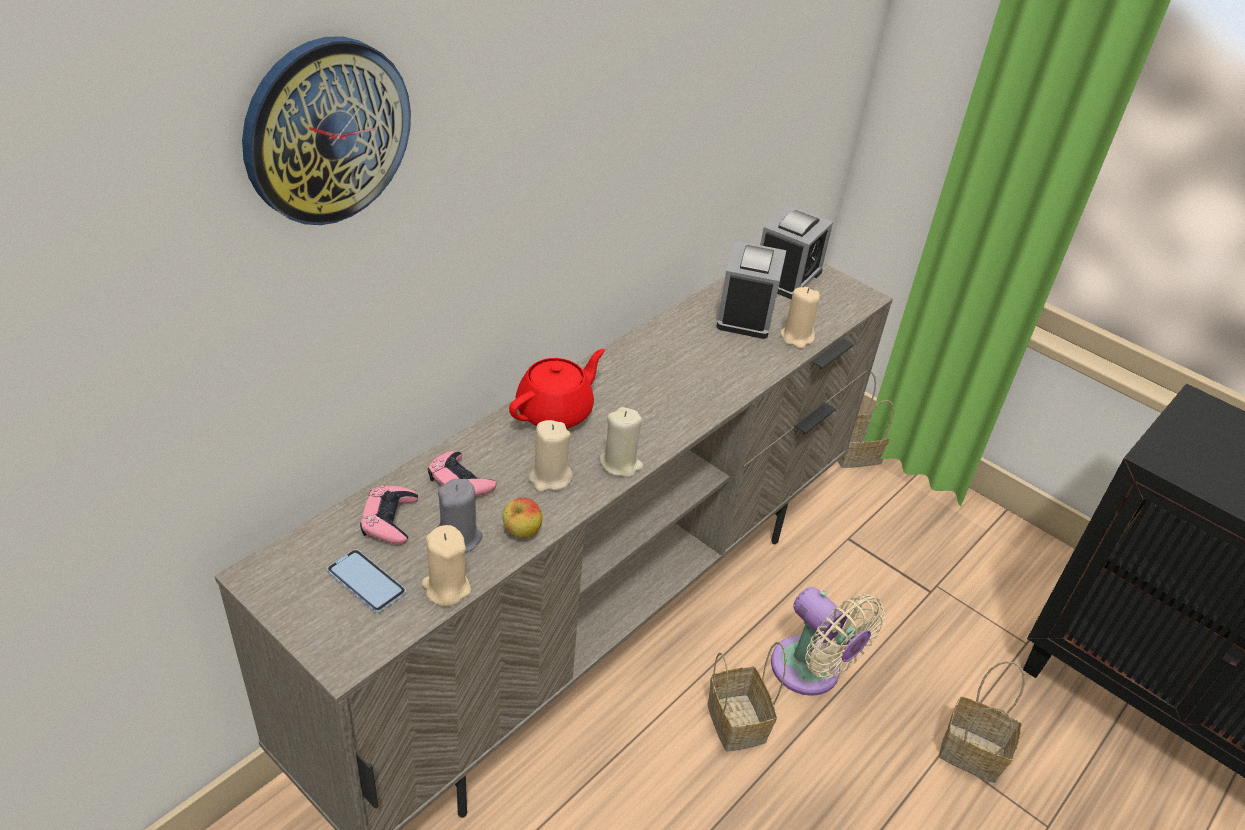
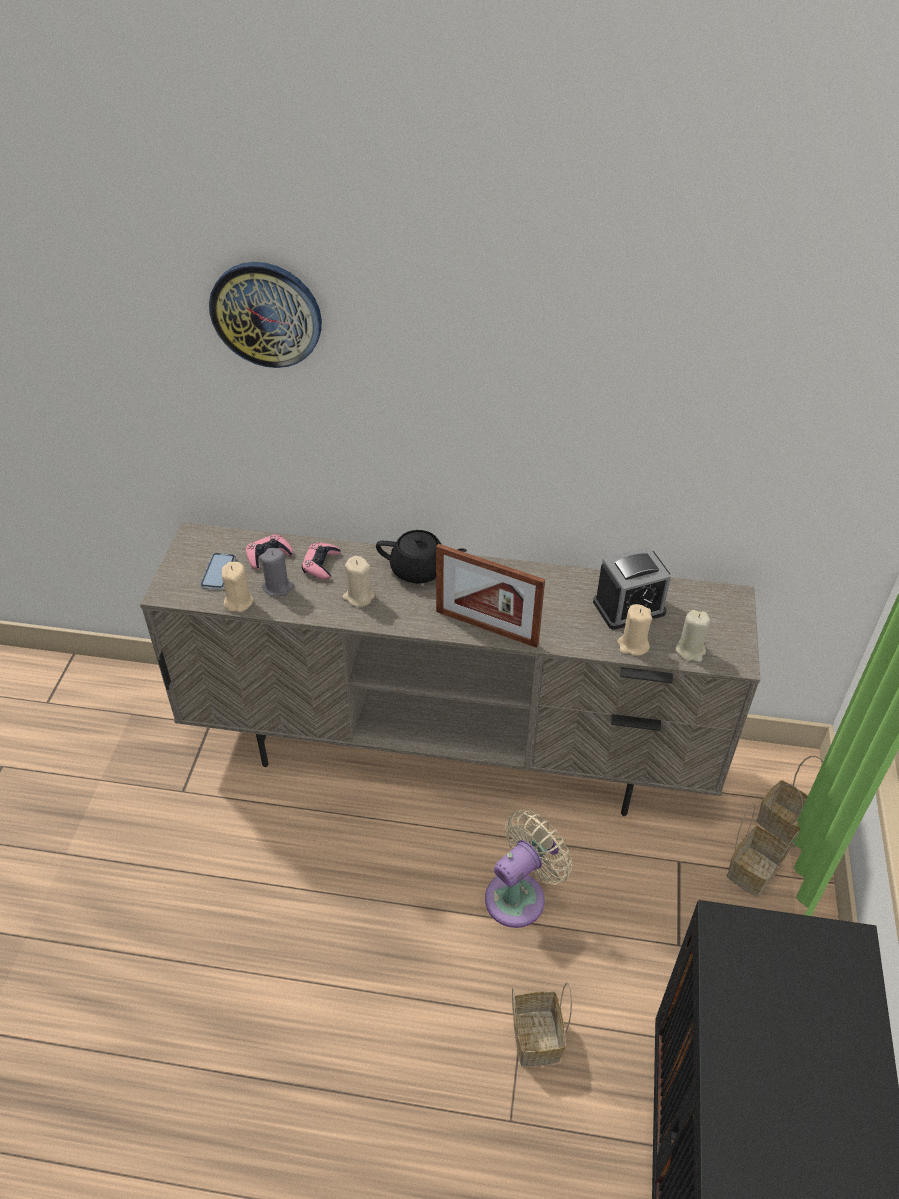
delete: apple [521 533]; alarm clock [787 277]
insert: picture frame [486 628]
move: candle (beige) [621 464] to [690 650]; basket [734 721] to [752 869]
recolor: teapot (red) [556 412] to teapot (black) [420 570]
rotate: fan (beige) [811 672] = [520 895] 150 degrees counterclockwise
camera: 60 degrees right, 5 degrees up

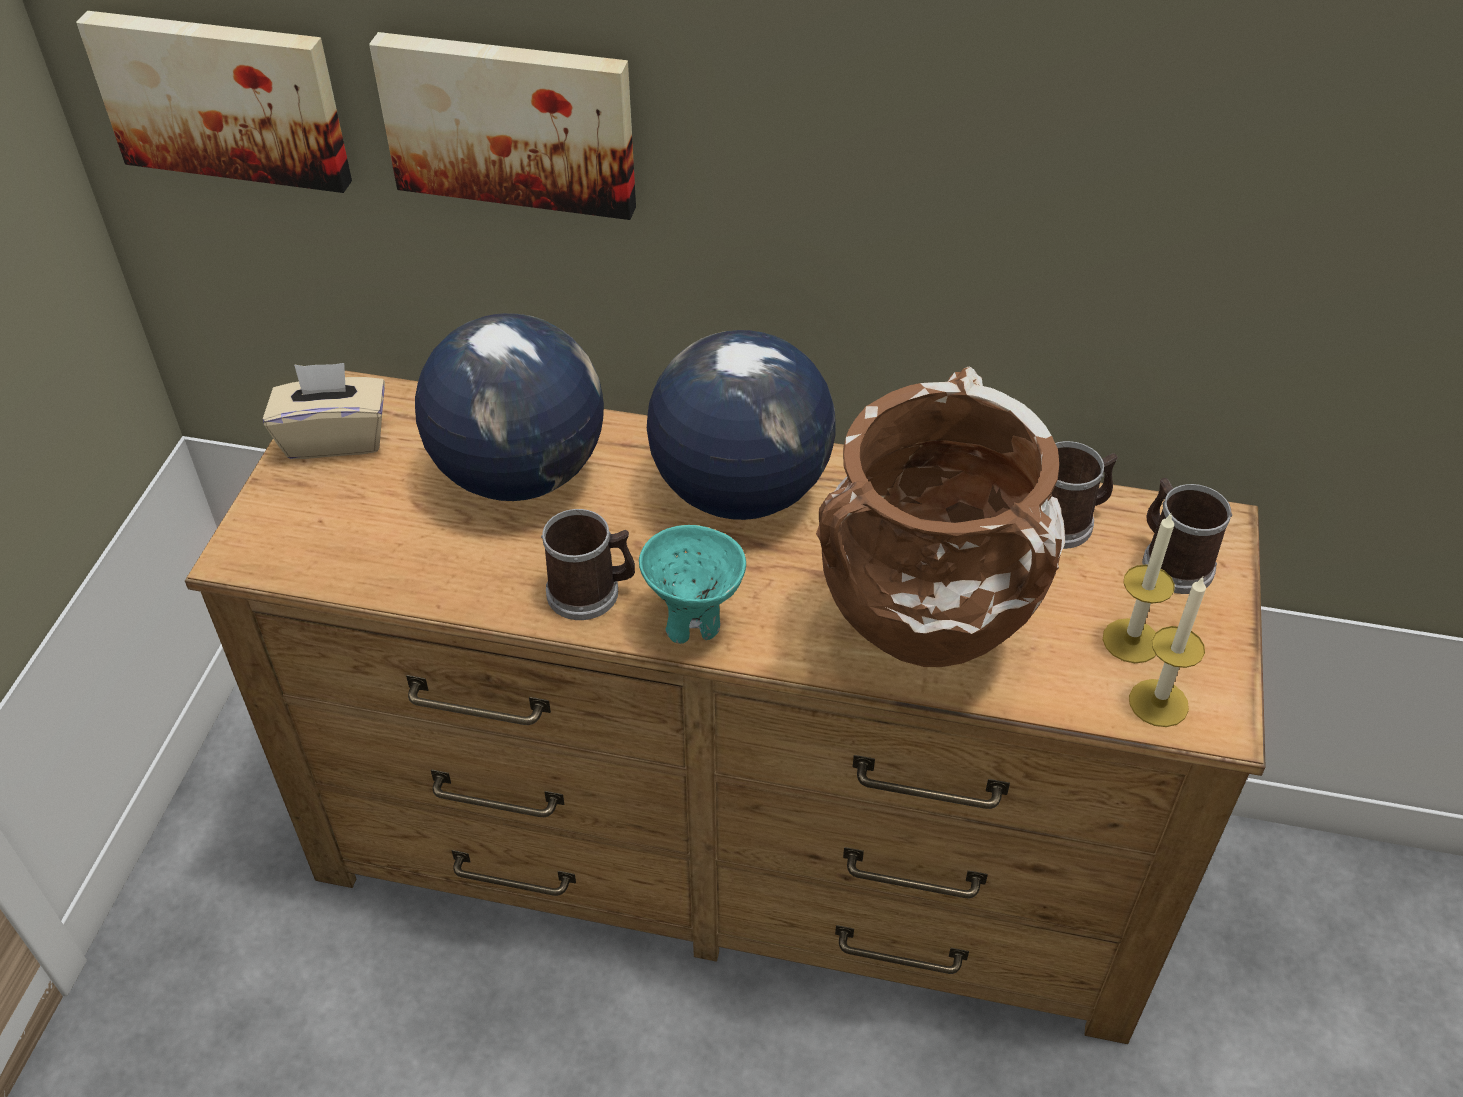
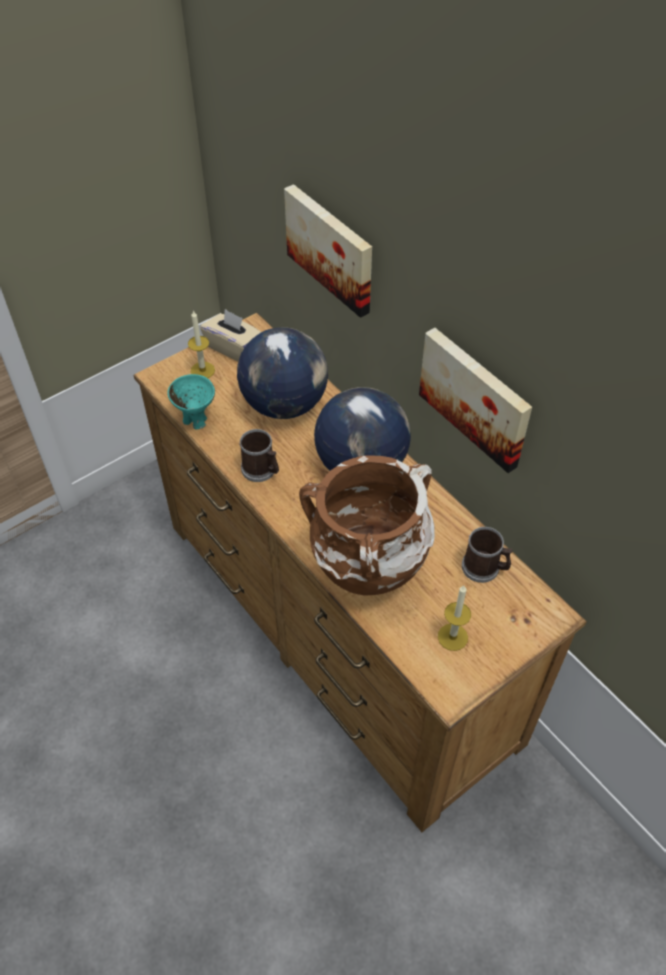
delete: mug [1172 561]
move: picture [223 97] to [476 397]; bowl (turquoise) [693 626] to [195 421]; candle [1158 703] to [202 370]
camera: 40 degrees right, 5 degrees up

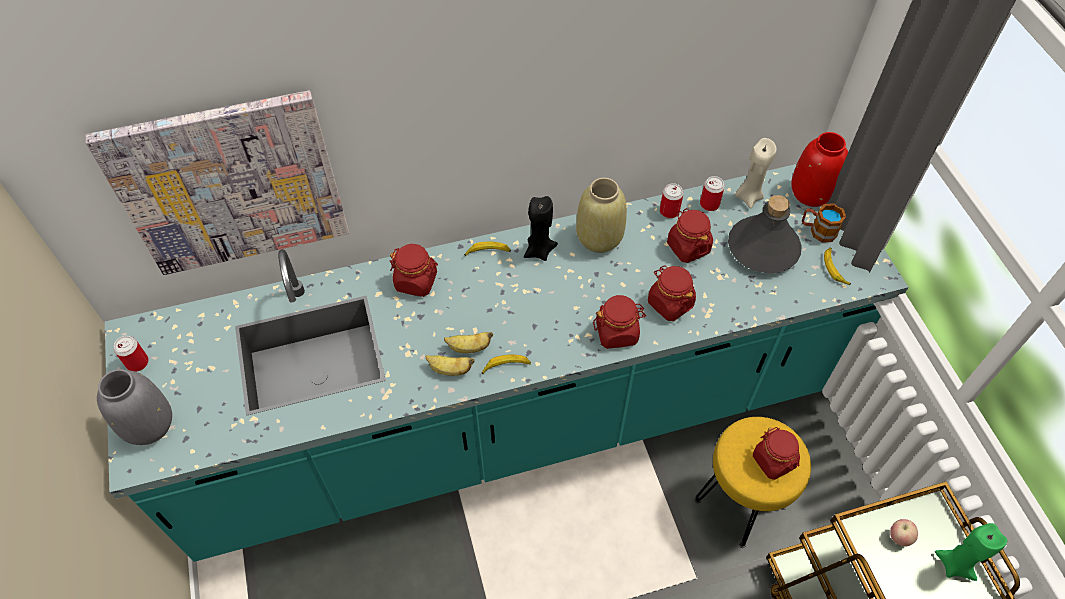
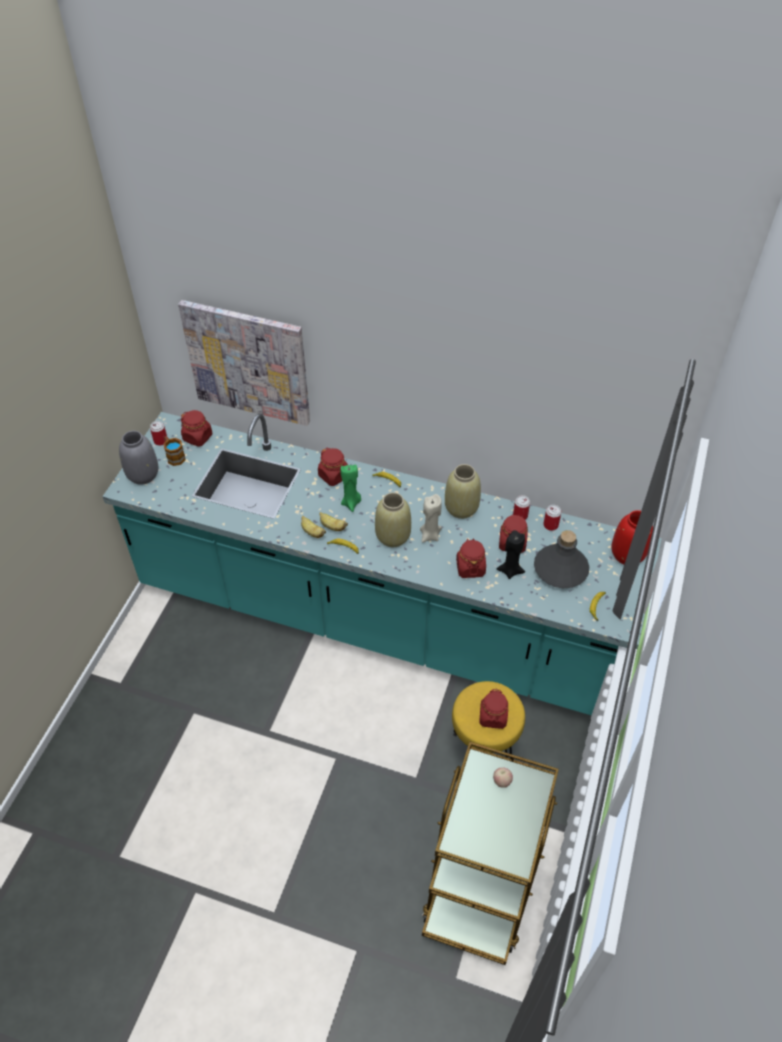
insert: vase (beige) [393 536]
move: candle (black) [539 251] to [510 570]; jar (red) [617 332] to [198 437]; candle (beige) [748 196] to [430 535]; mug [818 230] to [174 456]; candle (green) [954 564] to [351 503]
camera: 35 degrees right, 5 degrees down

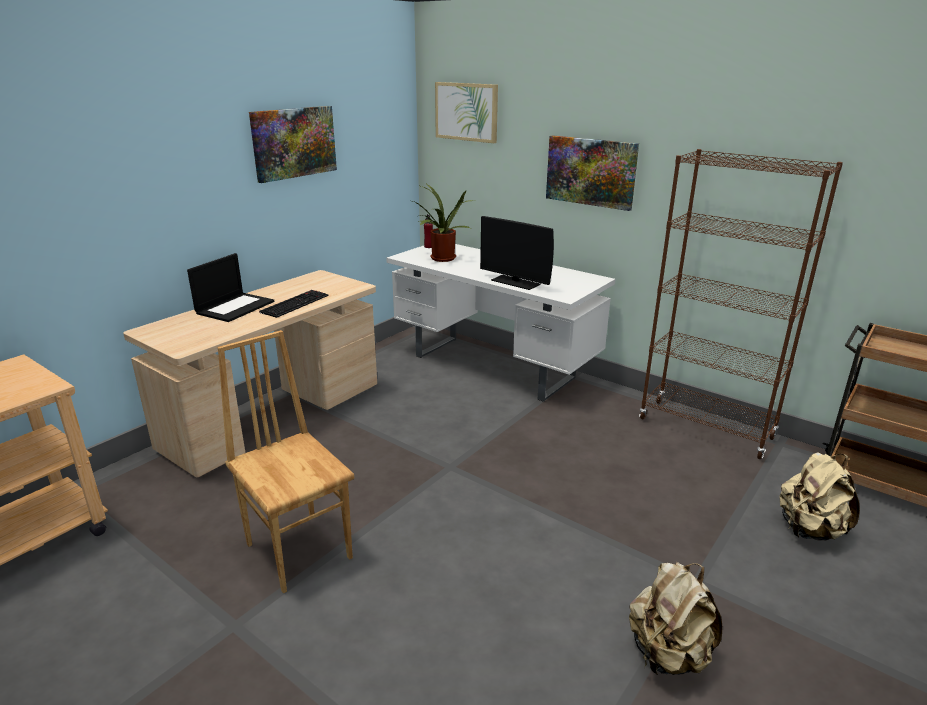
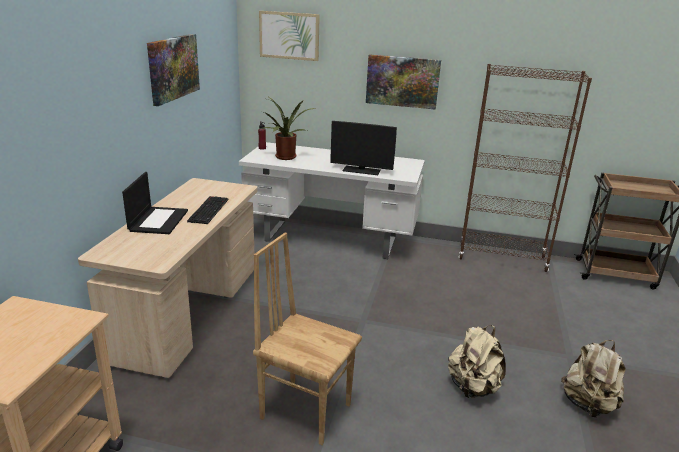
move: backpack (beige) [809 530] to [473 387]
camera: 25 degrees left, 0 degrees up

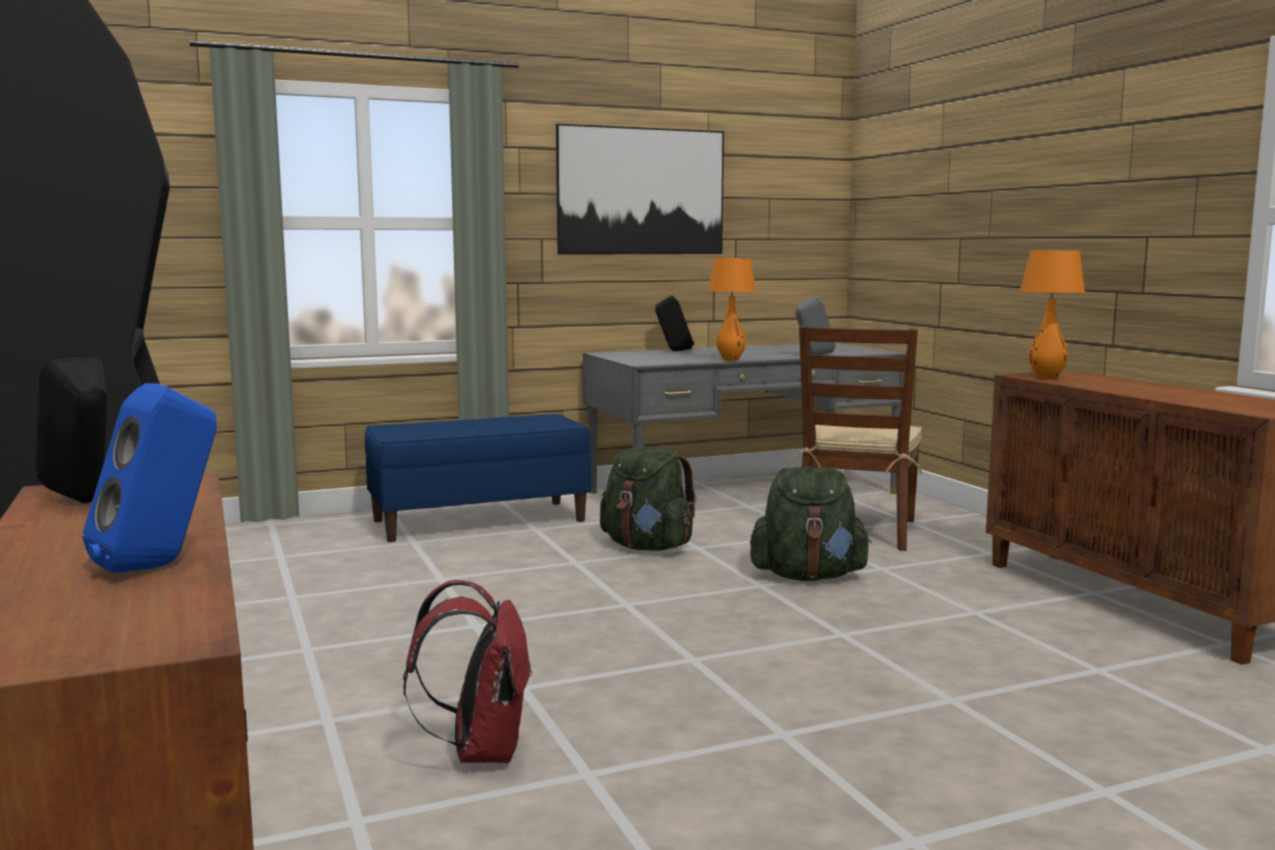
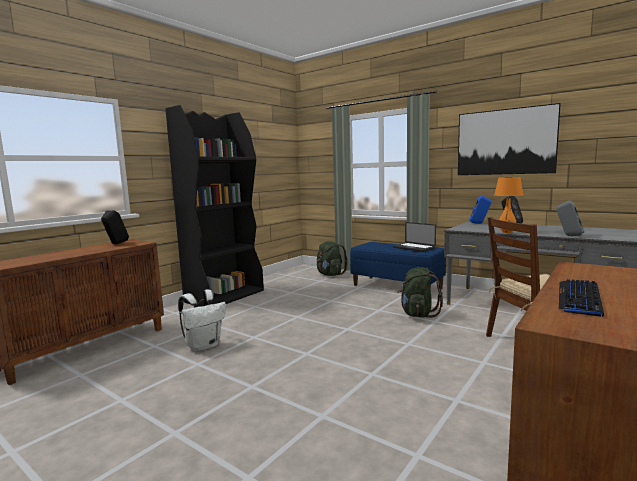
delete: table lamp (orange) [1046 378]
insert: laptop [413 248]; keyboard [579 298]
move: speaker (blue) [161 565] to [479 223]; backpack (green) [808 576] to [330 274]
recolor: backpack (red) [480 751] to backpack (white) [204 346]
camera: 60 degrees right, 0 degrees up

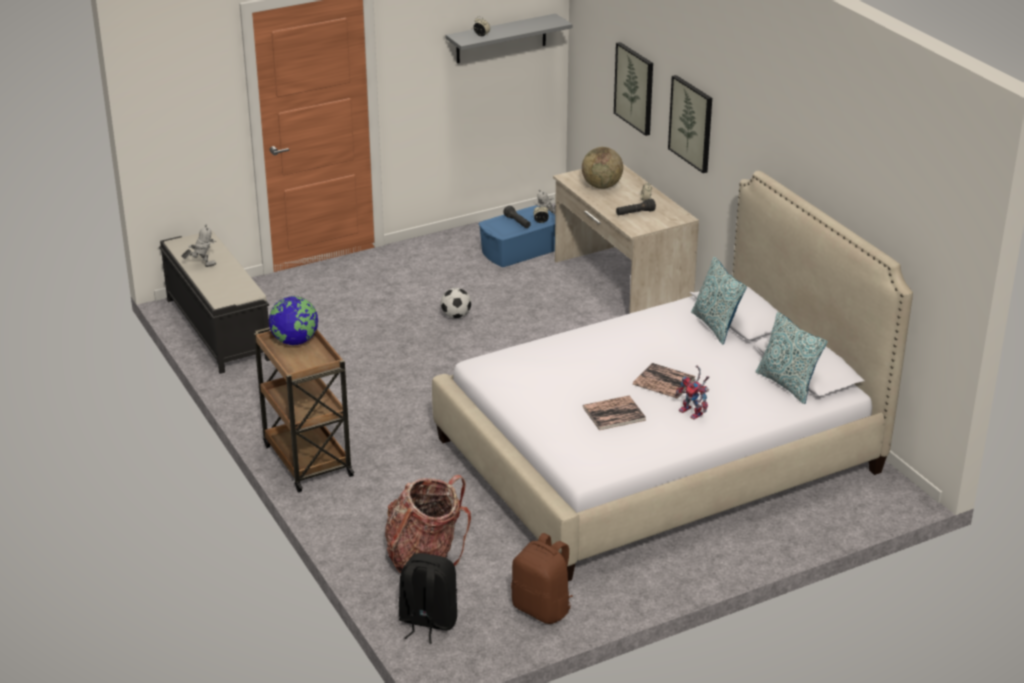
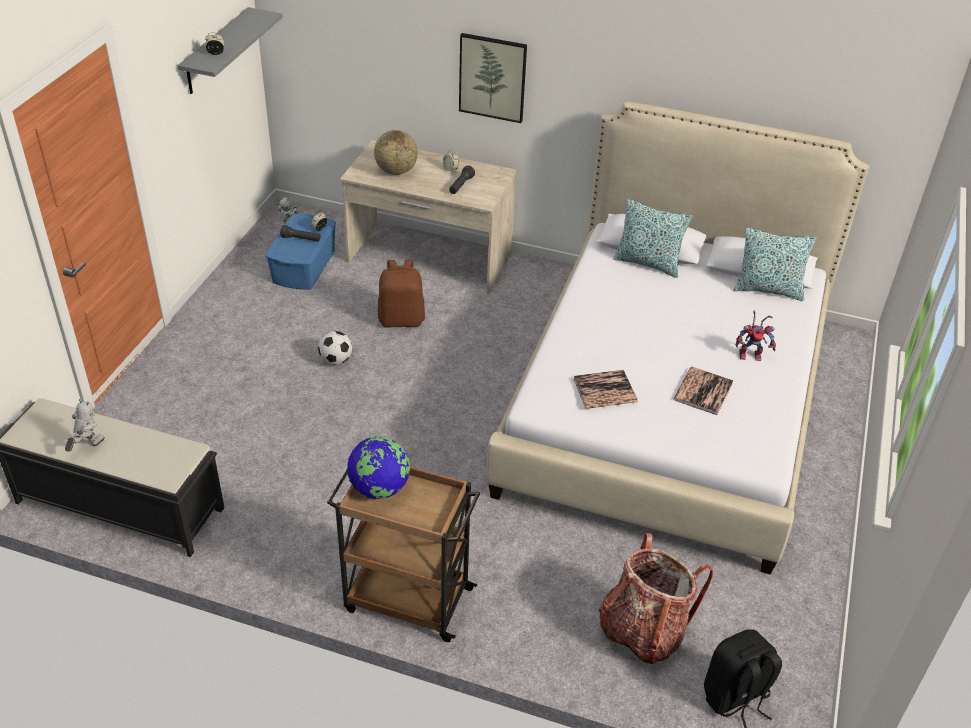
delete: picture [635 88]
move: backpack (brown) [542 609] to [401 319]; book [664 382] to [604 390]
camera: 45 degrees left, 10 degrees up

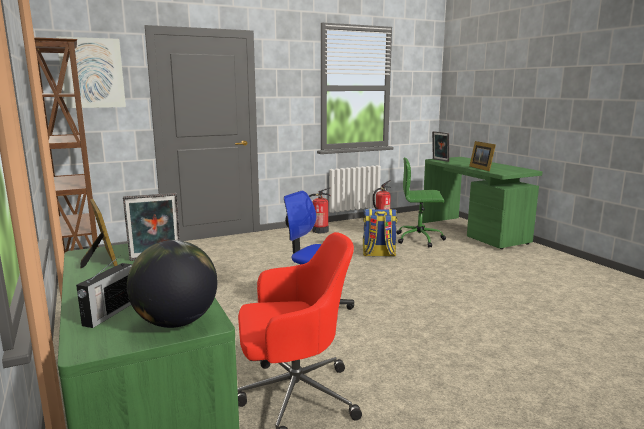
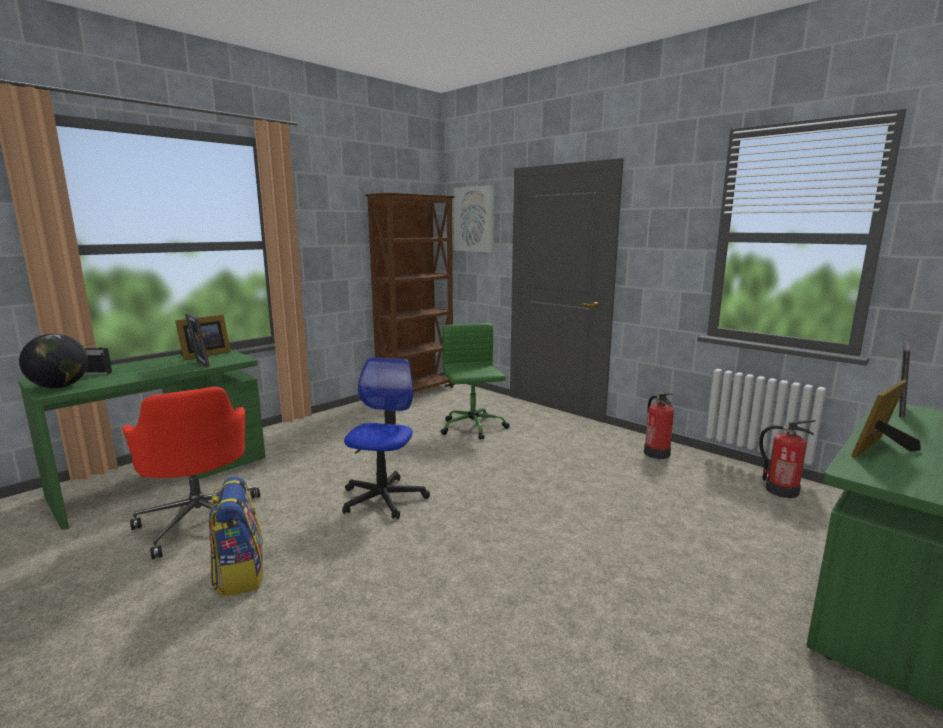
move: backpack [378 254] to [239 574]; office chair (green) [420 239] to [473 428]
camera: 70 degrees right, 0 degrees up

